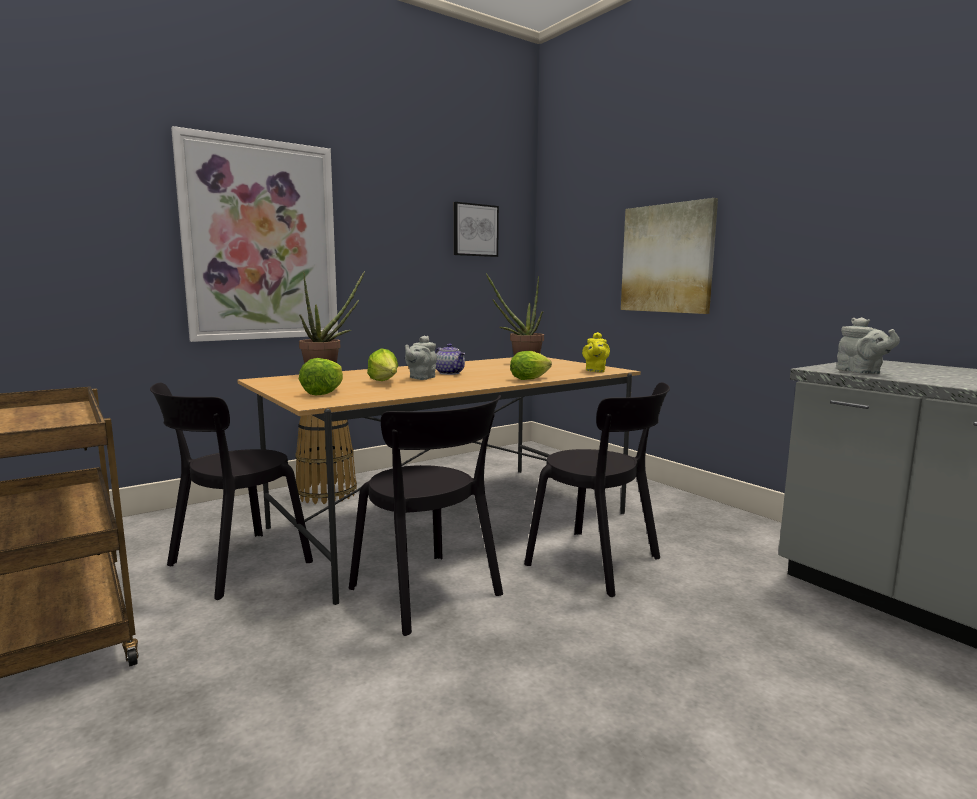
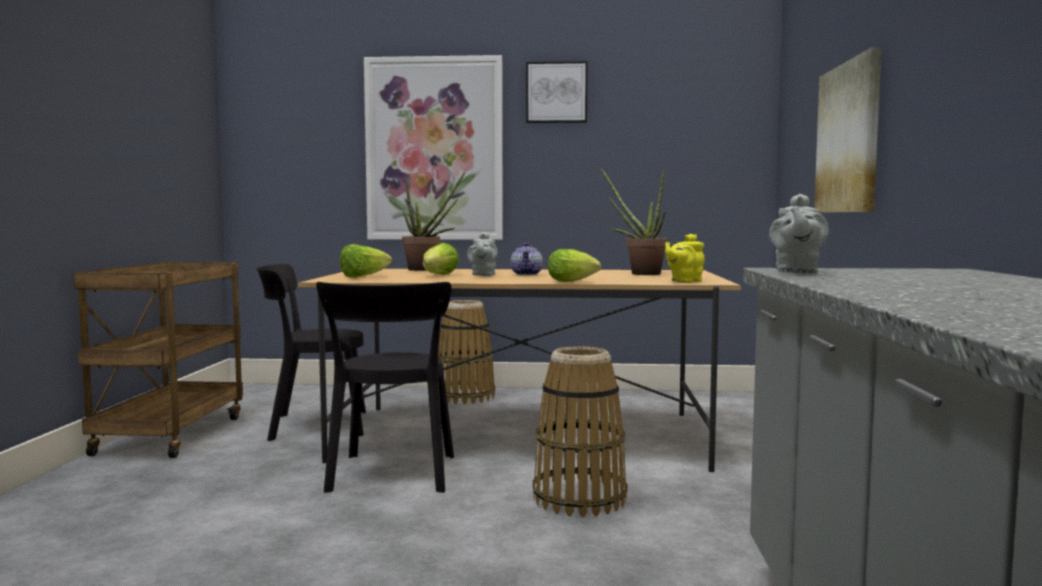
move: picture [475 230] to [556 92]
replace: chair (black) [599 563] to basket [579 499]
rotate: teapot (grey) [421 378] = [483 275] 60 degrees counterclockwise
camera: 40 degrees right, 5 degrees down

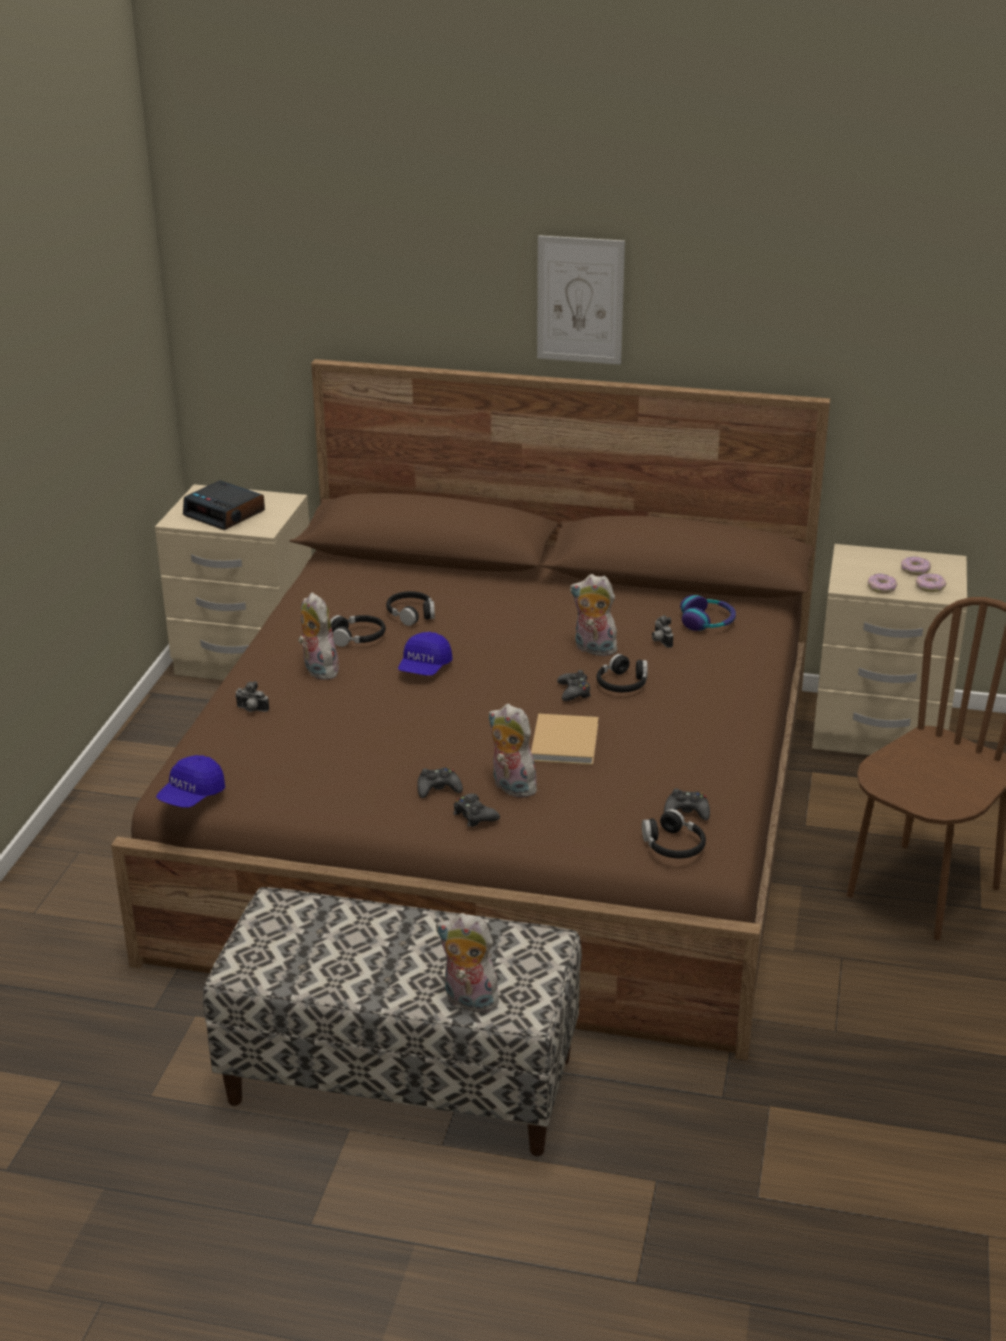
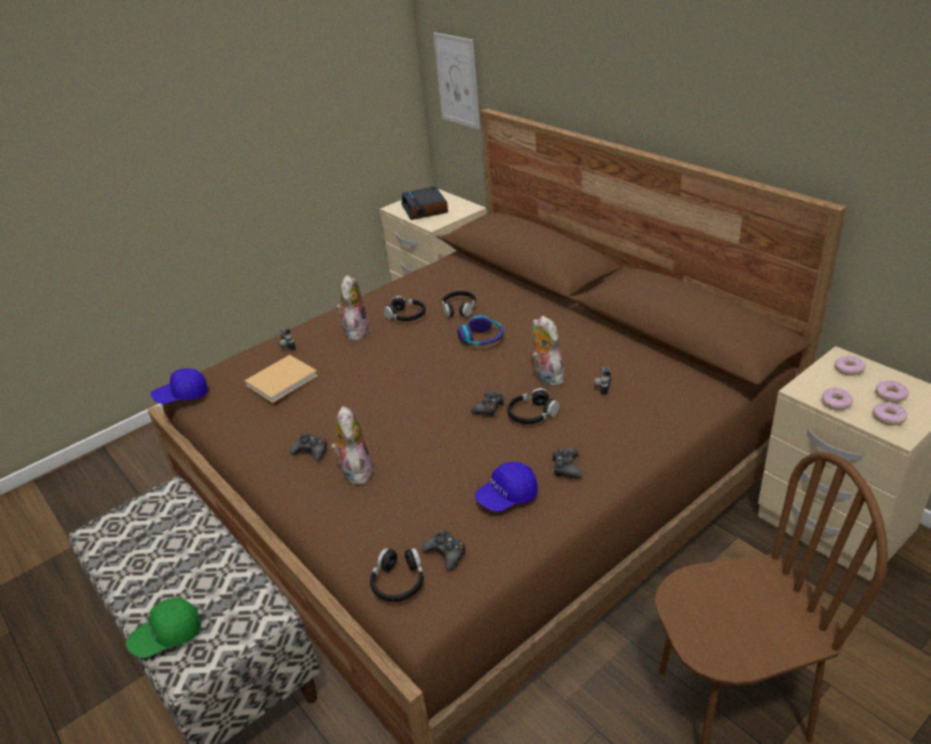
insert: donut [848 369]
move: cap (blue) [424 668] to [507 497]; game controller (black) [474 816] to [566 467]; book (beige) [565 741] to [283 379]; picture [580 300] to [457 81]; headphones [707 622] to [482 338]
replace: plush toy [468 1001] to cap (green) [167 636]
camera: 40 degrees right, 5 degrees up

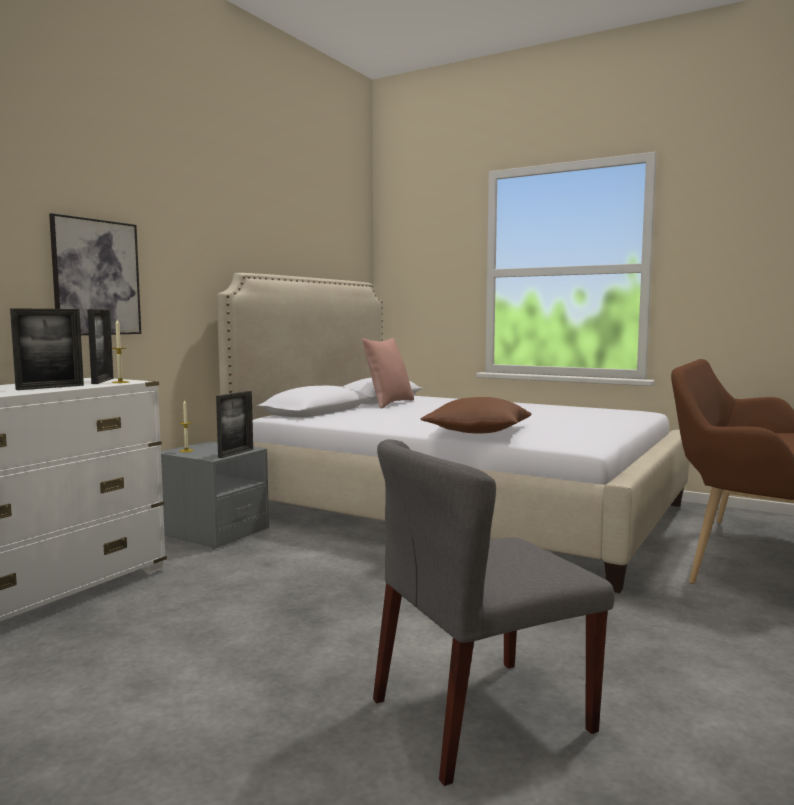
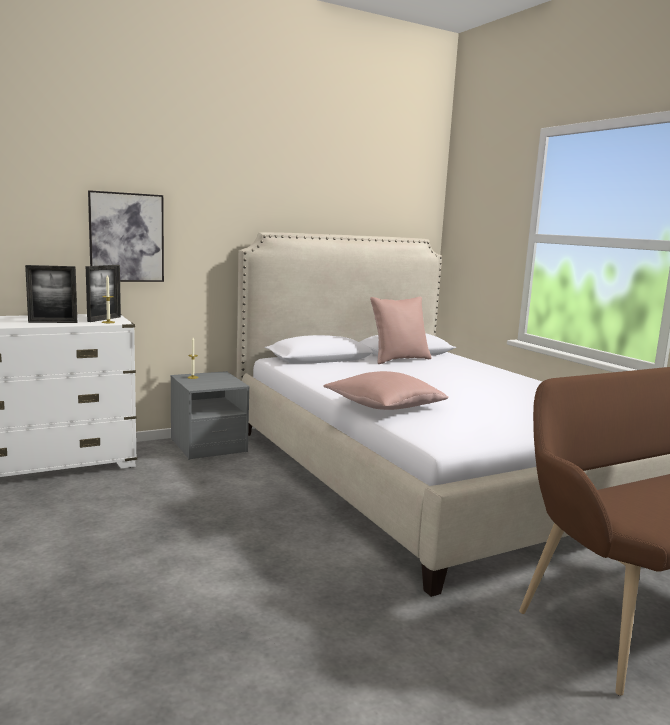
delete: picture frame [236 453]; chair (grey) [480 716]
recolor: pillow (brown) [477 432] to pillow (pink) [384 406]
camera: 30 degrees right, 5 degrees up

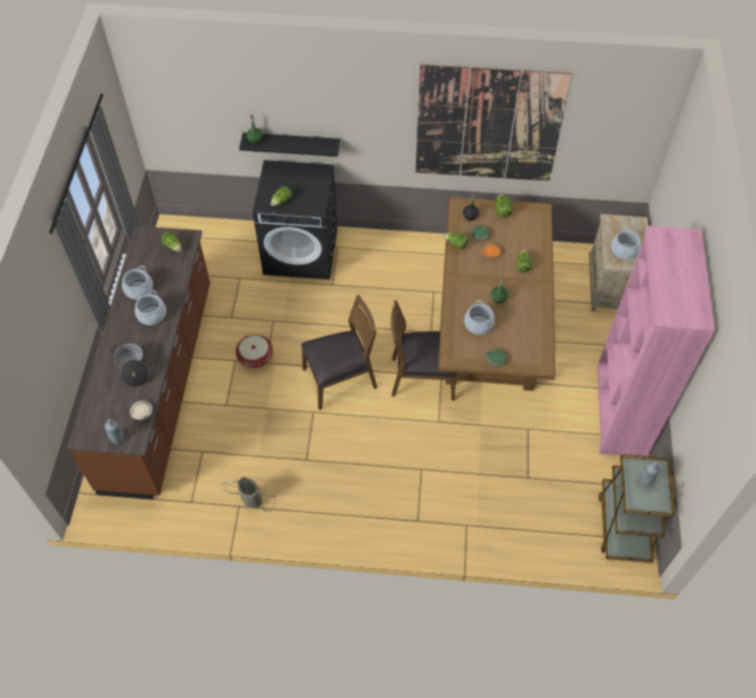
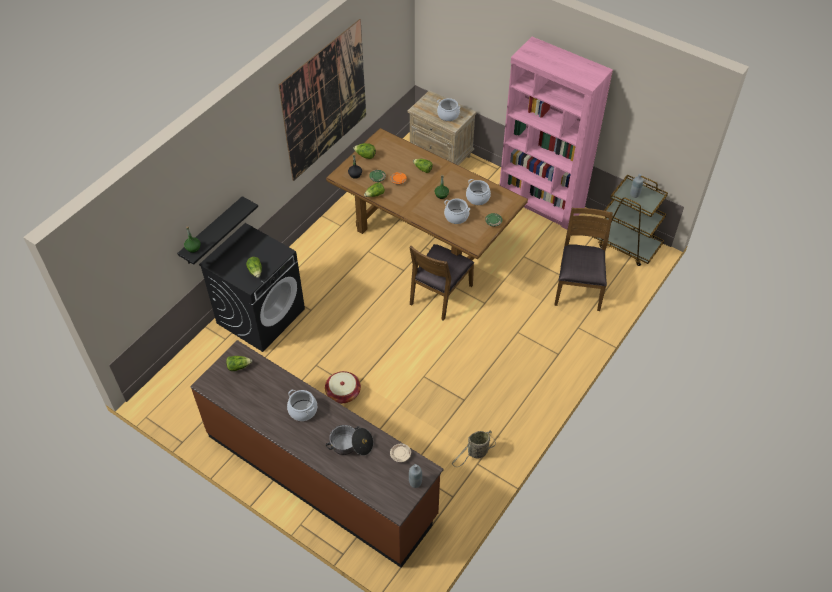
move: cooking pot [139 289] to [477 198]; chair (brown) [340 379] to [578 287]
camera: 60 degrees left, 5 degrees down

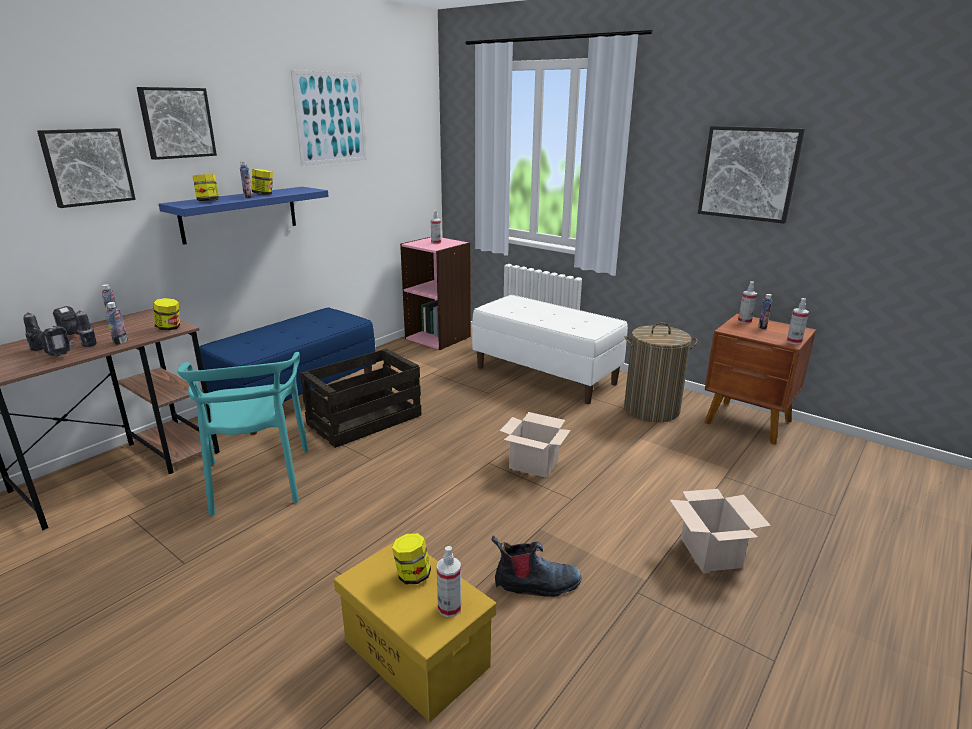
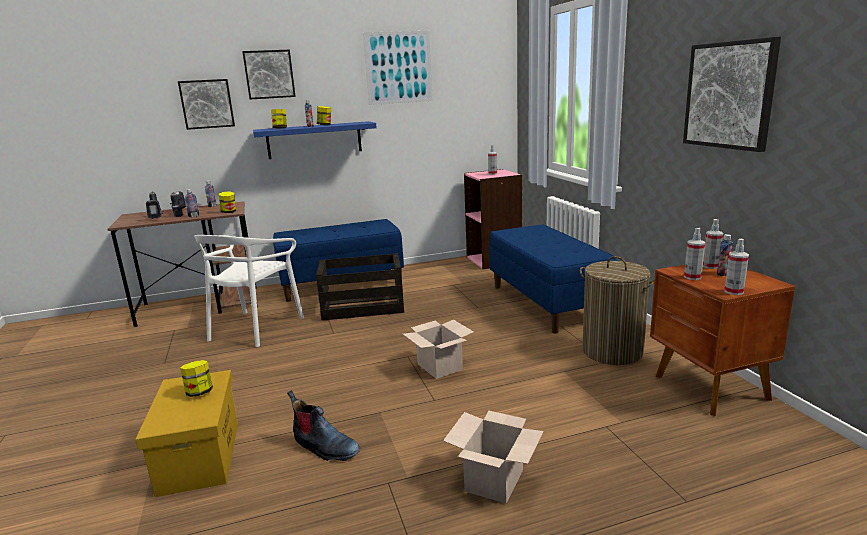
move: spray bottle [449 608] to [692 277]
recolor: chair (turquoise) [257 479] to chair (white) [255 328]; bench (white) [546 375] to bench (blue) [547 303]
camera: 35 degrees right, 5 degrees down

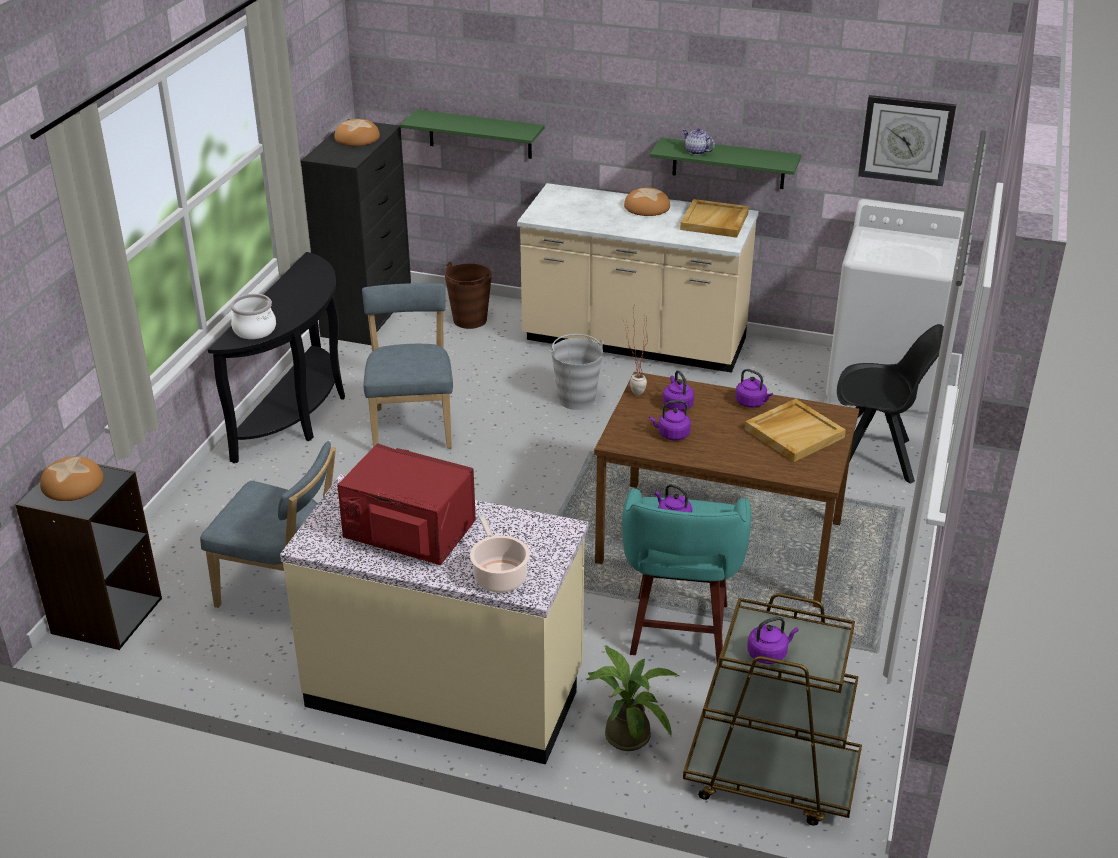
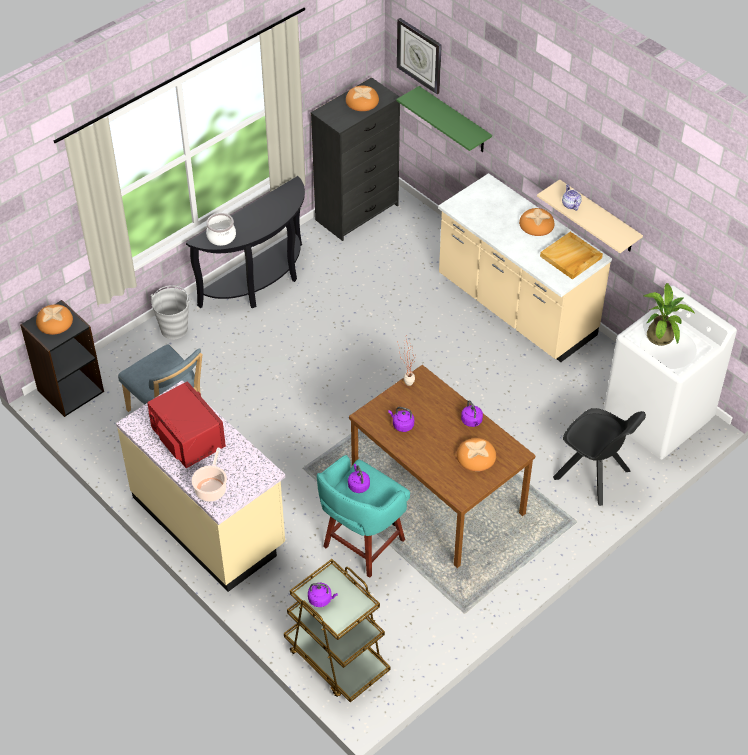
delete: chair (blue) [412 425]; bucket (brown) [469 320]; kettle (purple) [677 405]
move: bucket (grey) [576 399] to [174 329]; potted plant [627 732] to [661 334]; wall clock [906 140] to [419 55]
replace: tray (beige) [794 433] to bread [476 456]
recolor: shelf (green) [728 163] to shelf (beige) [598 217]
camera: 30 degrees right, 15 degrees up

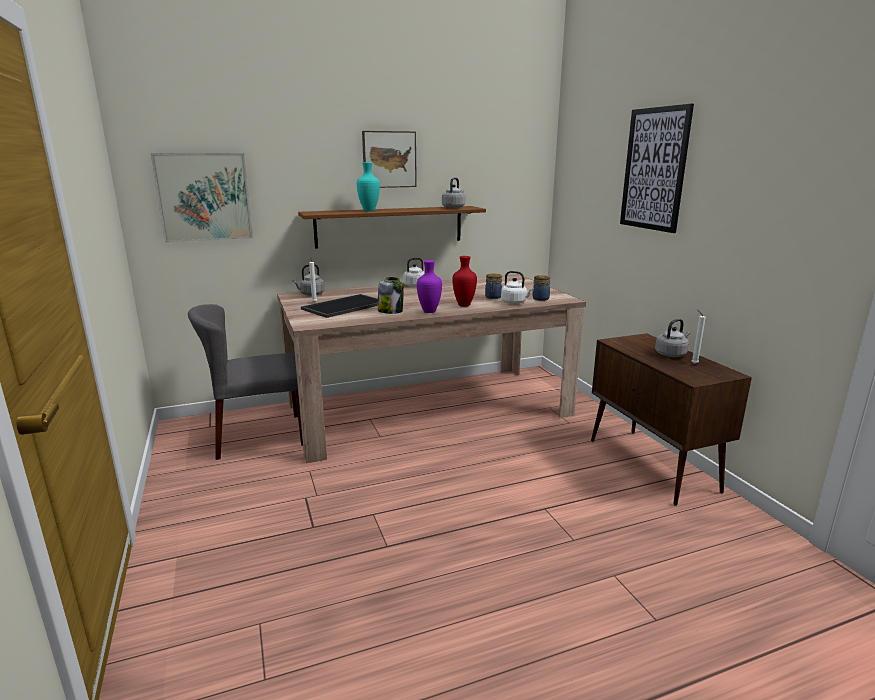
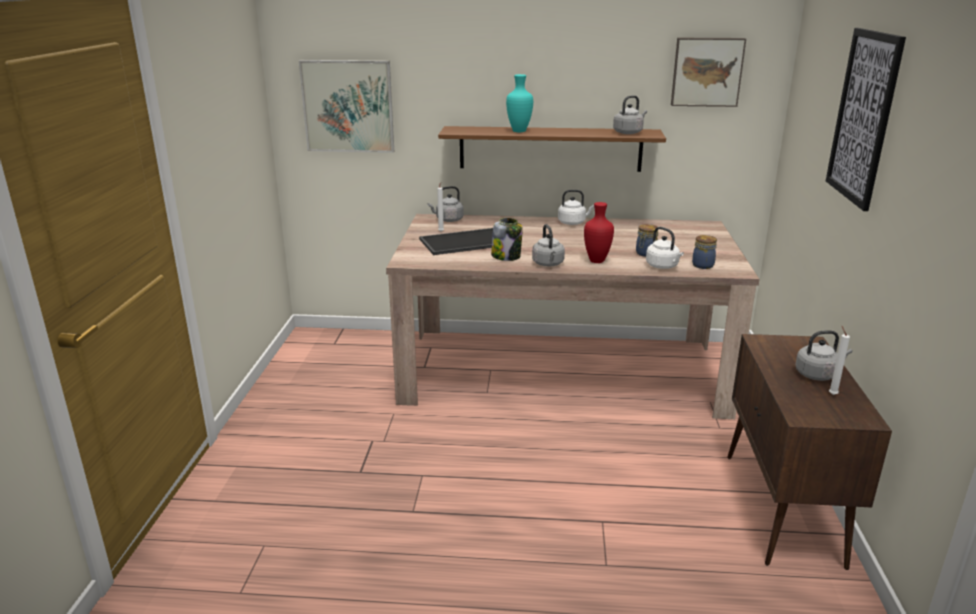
delete: chair (grey) [259 436]
move: picture [389 159] to [706 71]
replace: vase (purple) [430 311] to kettle (grey) [548 264]
camera: 25 degrees right, 5 degrees up

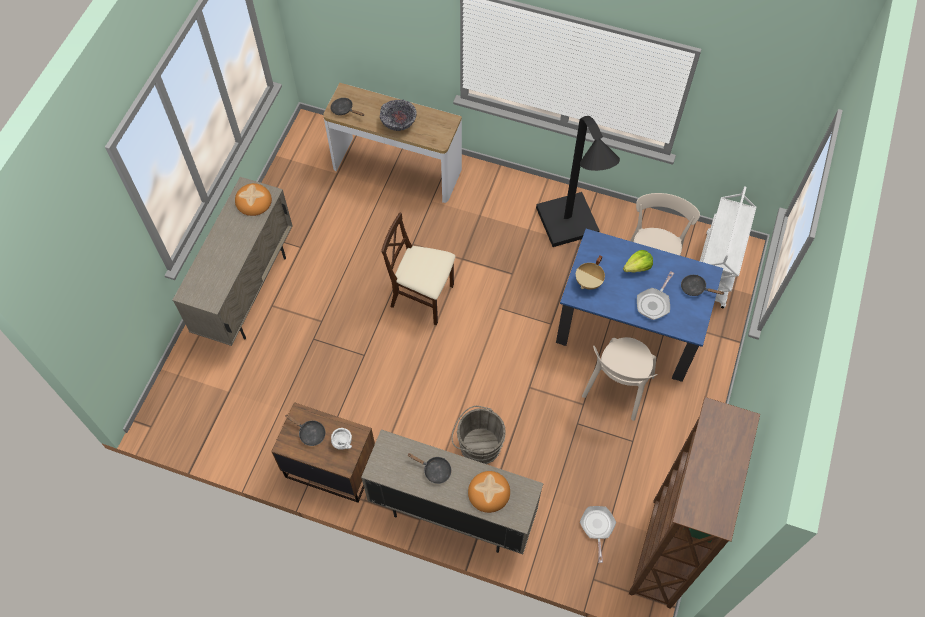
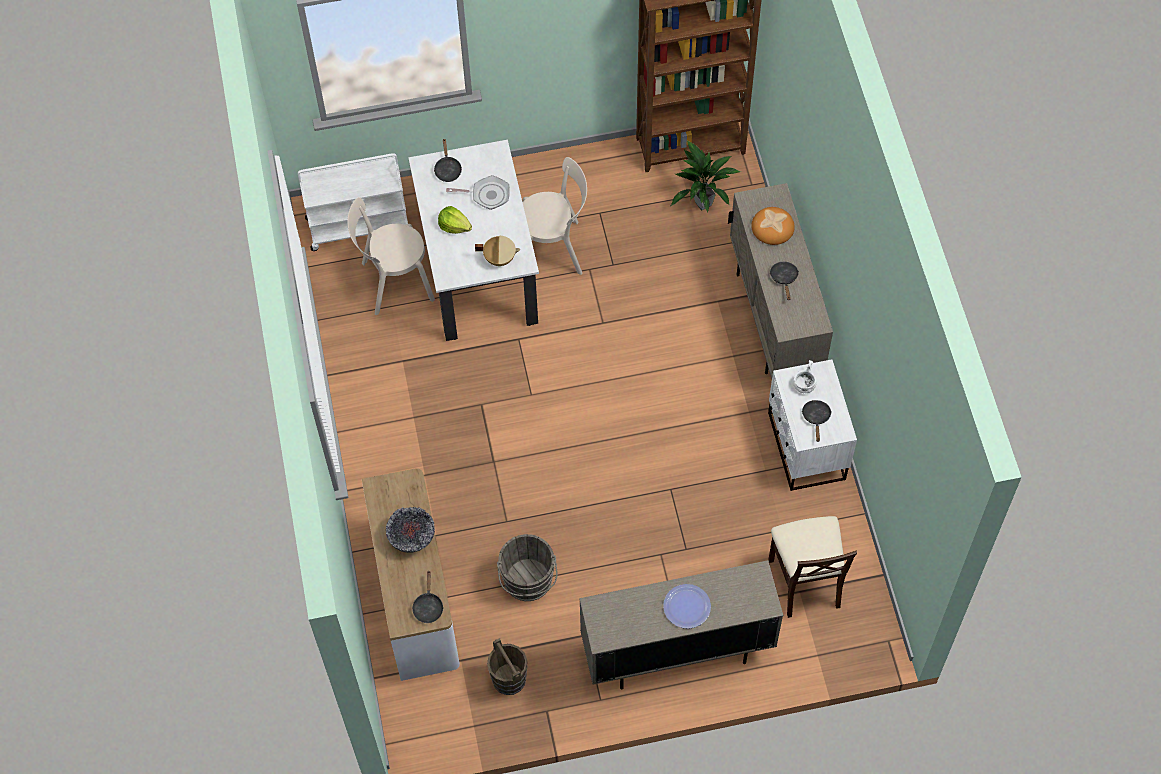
delete: bread [254 201]; floor lamp (black) [570 229]
insert: bucket (brown) [509 679]; plate [687 607]
move: chair (beige) [423 297] to [805 581]; bucket (grey) [478 445] to [528 583]
replace: frying pan [597 527] to potted plant [703 202]
recolor: nightstand (brown) [331 466] to nightstand (white) [805 447]; dining table (blue) [628 328] to dining table (white) [478 269]
camera: 120 degrees left, 0 degrees up

